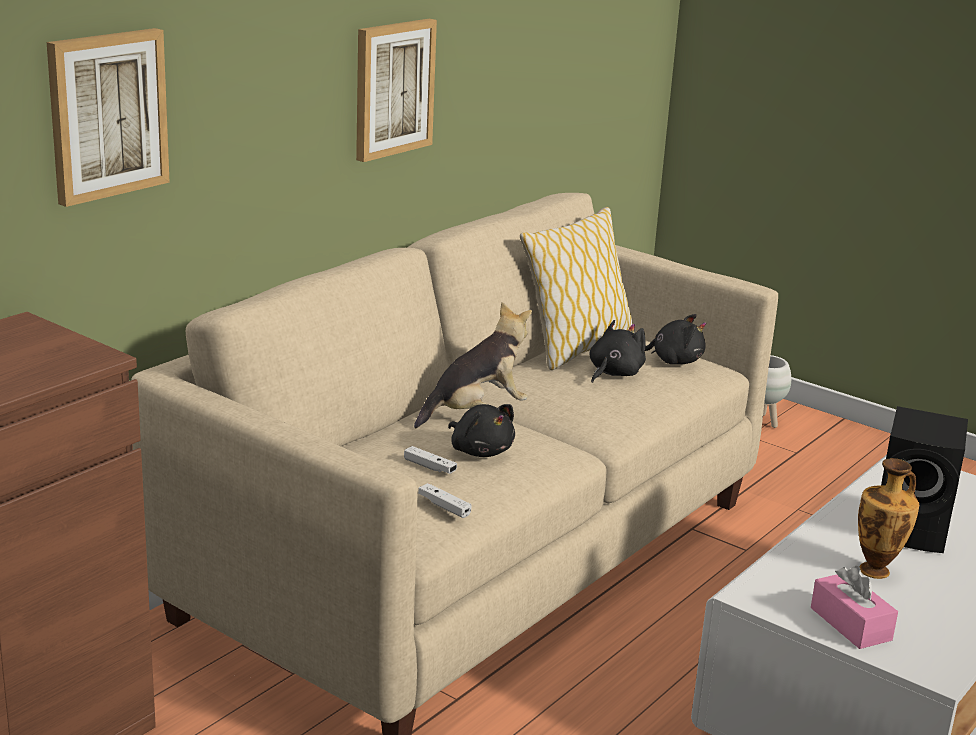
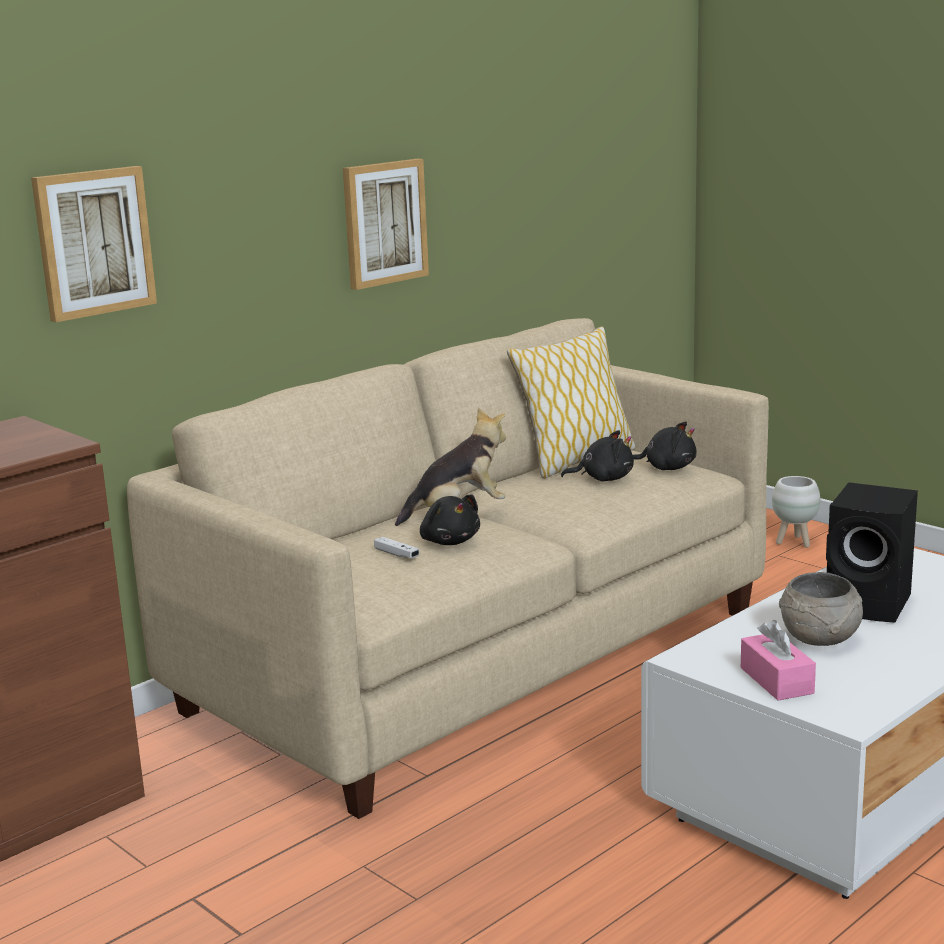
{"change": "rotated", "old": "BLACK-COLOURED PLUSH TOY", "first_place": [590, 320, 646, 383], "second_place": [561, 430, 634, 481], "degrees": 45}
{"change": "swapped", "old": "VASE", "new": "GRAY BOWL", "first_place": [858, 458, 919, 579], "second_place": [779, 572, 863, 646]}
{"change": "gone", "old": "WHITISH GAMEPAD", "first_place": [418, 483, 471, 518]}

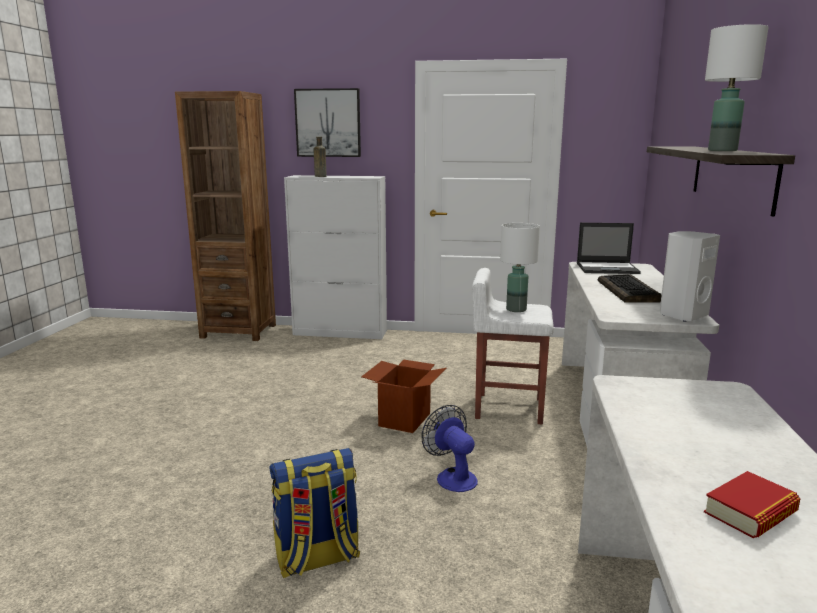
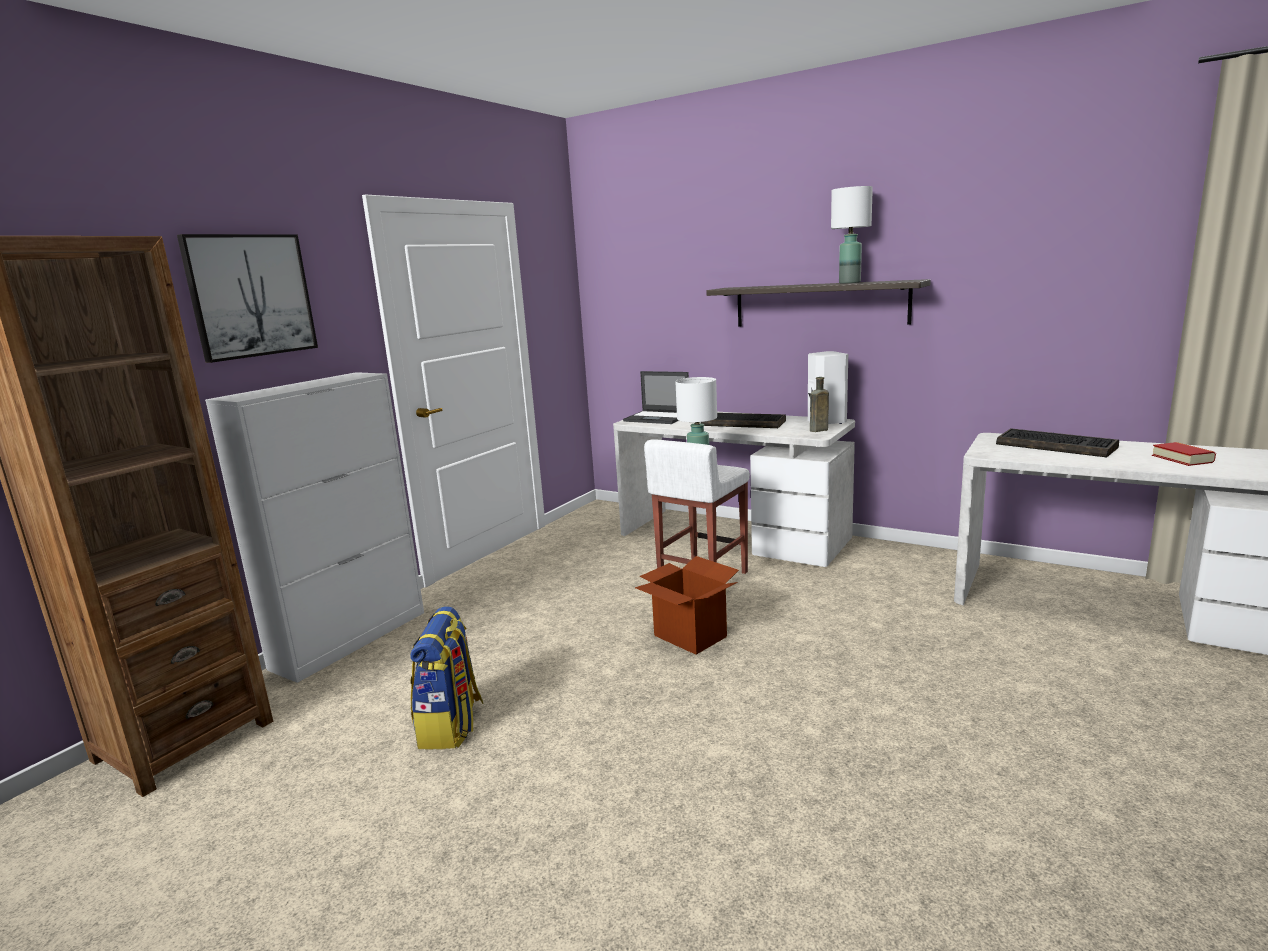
{"change": "shifted", "old": "RUCKSACK", "first_place": [269, 448, 360, 578], "second_place": [410, 606, 484, 749]}
{"change": "rotated", "old": "NOTEBOOK COMPUTER", "first_place": [577, 223, 641, 274], "second_place": [623, 371, 689, 424], "degrees": 90}
{"change": "shifted", "old": "BROWN-COLOURED DRINK BOTTLE", "first_place": [314, 137, 327, 177], "second_place": [810, 377, 829, 432]}
{"change": "new", "new": "PC KEYBOARD", "second_place": [996, 428, 1119, 457]}
{"change": "gone", "old": "COOLING FAN", "first_place": [422, 405, 478, 492]}

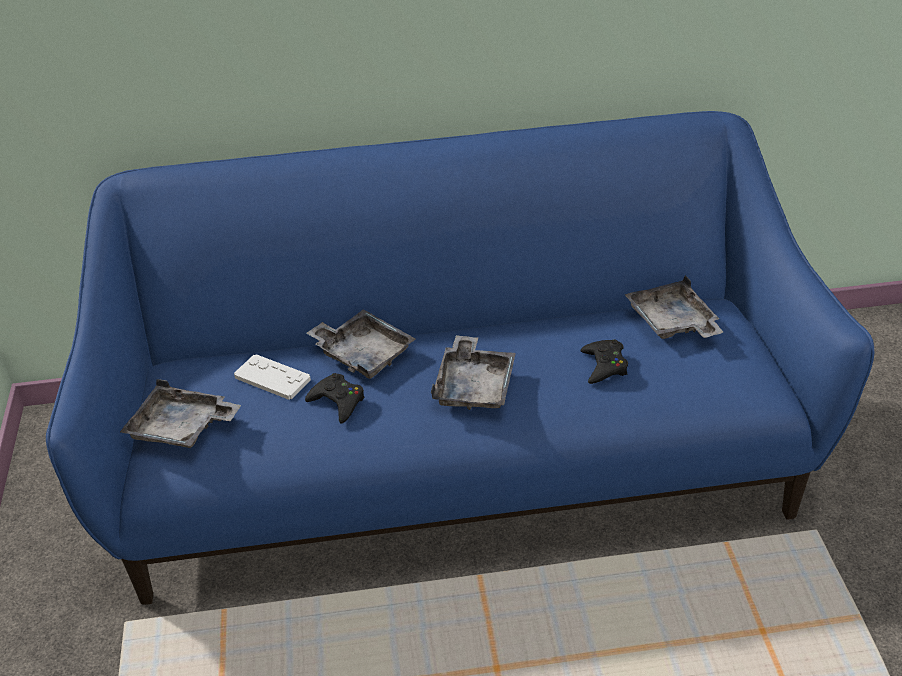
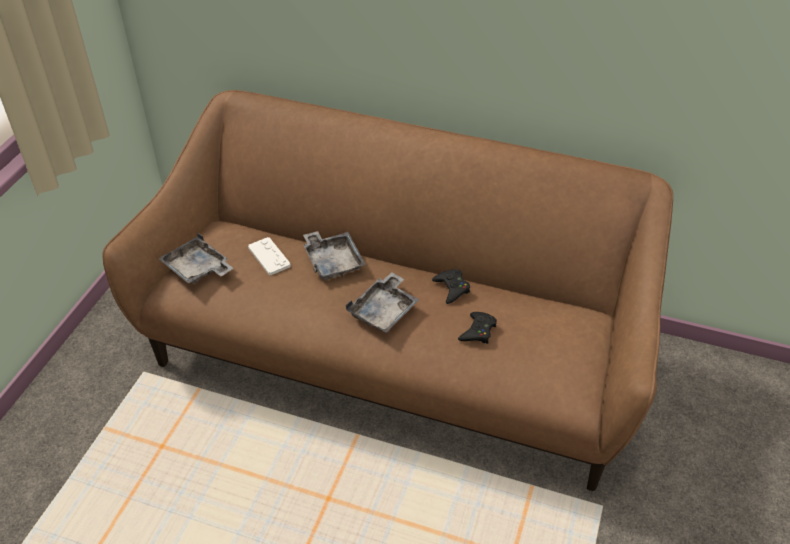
{"change": "repainted", "old": "BLUE-COLOURED COUCH", "new": "BROWN-COLOURED COUCH", "first_place": [46, 111, 874, 605], "second_place": [103, 90, 673, 491]}
{"change": "shifted", "old": "BLACK-COLOURED GAMEPAD", "first_place": [305, 373, 365, 423], "second_place": [432, 269, 470, 304]}
{"change": "gone", "old": "GRAY TRAY", "first_place": [624, 275, 723, 339]}

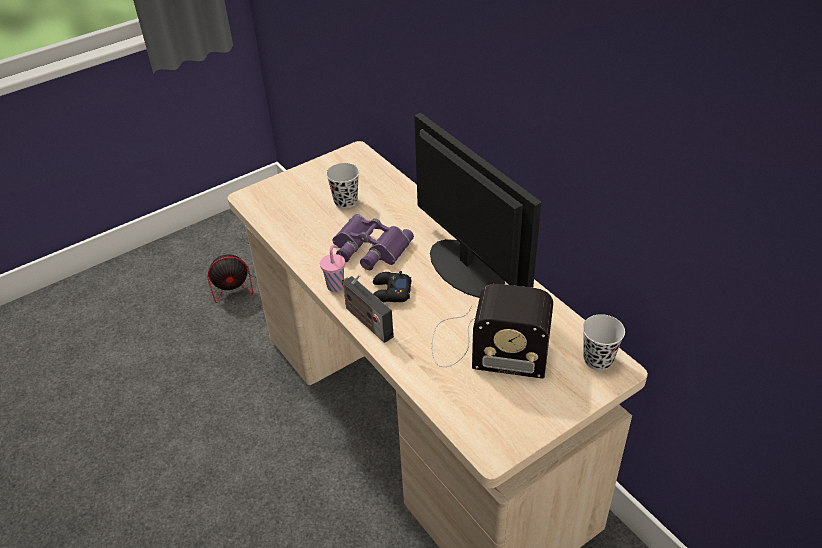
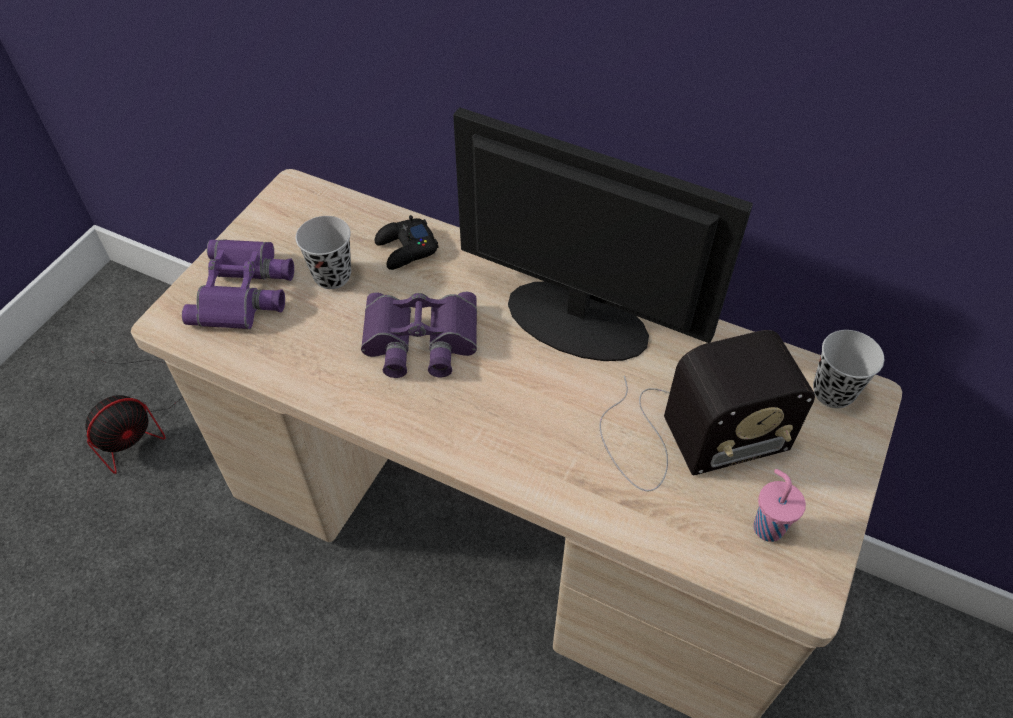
{"change": "new", "new": "PURPLISH PAIR OF BINOCULARS", "second_place": [182, 239, 294, 329]}
{"change": "shifted", "old": "BLACK-COLOURED GAMEPAD", "first_place": [373, 271, 411, 303], "second_place": [375, 215, 439, 270]}
{"change": "shifted", "old": "PINKISH DRINKING CUP", "first_place": [320, 245, 345, 292], "second_place": [753, 469, 806, 542]}
{"change": "gone", "old": "RADIO", "first_place": [342, 274, 394, 343]}

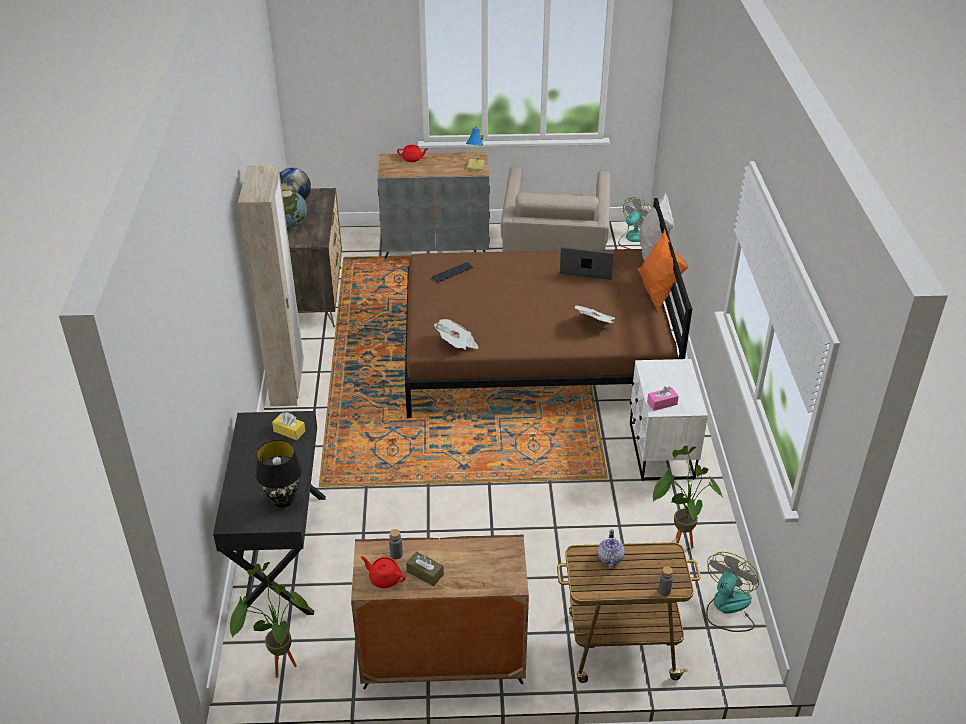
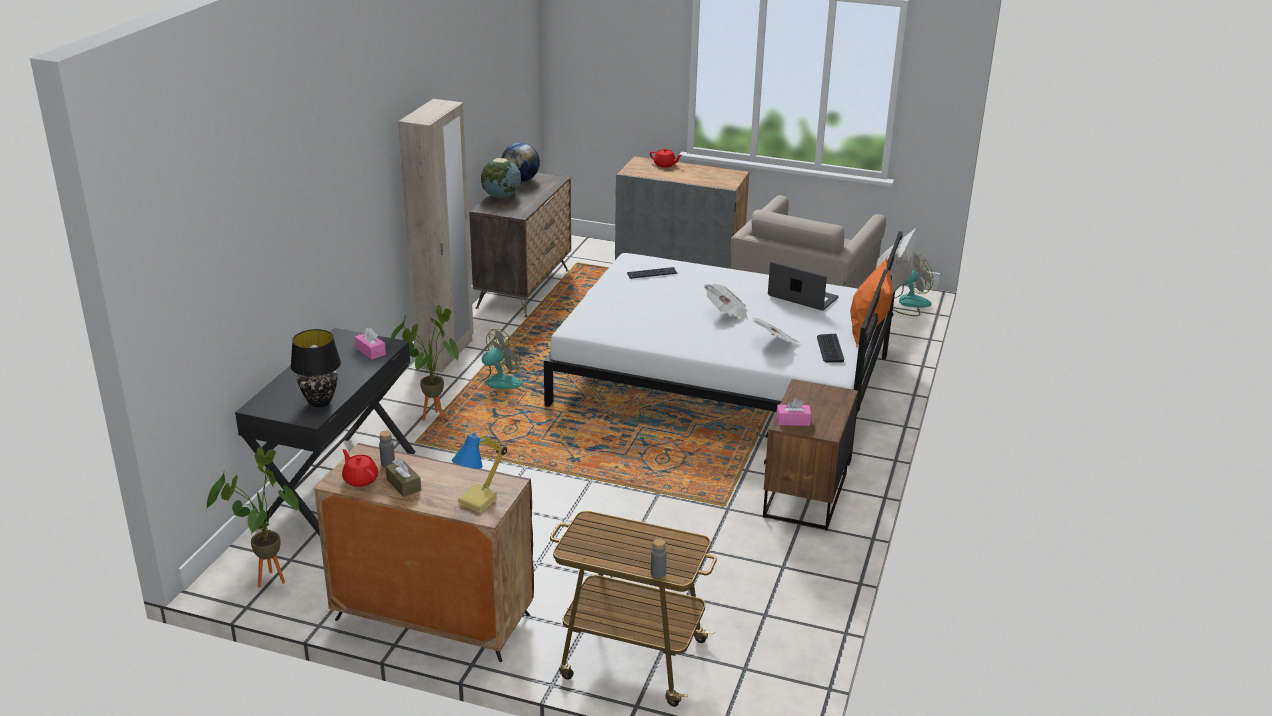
{"change": "repainted", "old": "YELLOW BOX OF TISSUES", "new": "PINKISH BOX OF TISSUES", "first_place": [272, 412, 306, 440], "second_place": [355, 328, 386, 360]}
{"change": "shifted", "old": "POTTED PLANT", "first_place": [653, 445, 723, 548], "second_place": [390, 305, 459, 421]}
{"change": "shifted", "old": "TABLE LAMP", "first_place": [466, 126, 485, 172], "second_place": [452, 432, 507, 512]}
{"change": "shifted", "old": "COOLING FAN", "first_place": [706, 552, 759, 632], "second_place": [479, 329, 523, 394]}
{"change": "repainted", "old": "BROWN-COLOURED BED", "new": "WHITISH BED", "first_place": [405, 198, 692, 418], "second_place": [544, 231, 903, 465]}
{"change": "shifted", "old": "DAILY PAPER", "first_place": [434, 319, 479, 350], "second_place": [704, 284, 748, 320]}
{"change": "repainted", "old": "WHITISH BEDSIDE TABLE", "new": "BROWN-COLOURED BEDSIDE TABLE", "first_place": [630, 359, 708, 481], "second_place": [763, 379, 858, 531]}
{"change": "new", "new": "PC KEYBOARD", "second_place": [817, 334, 844, 363]}
{"change": "gone", "old": "POT FOR TEA", "first_place": [598, 529, 625, 569]}

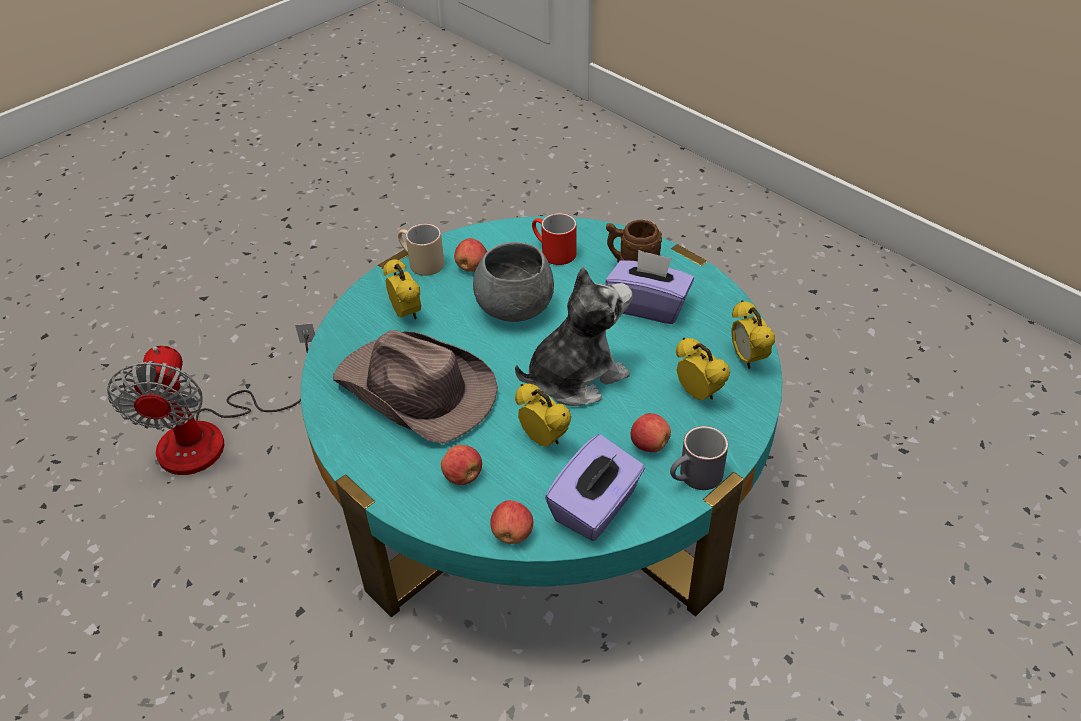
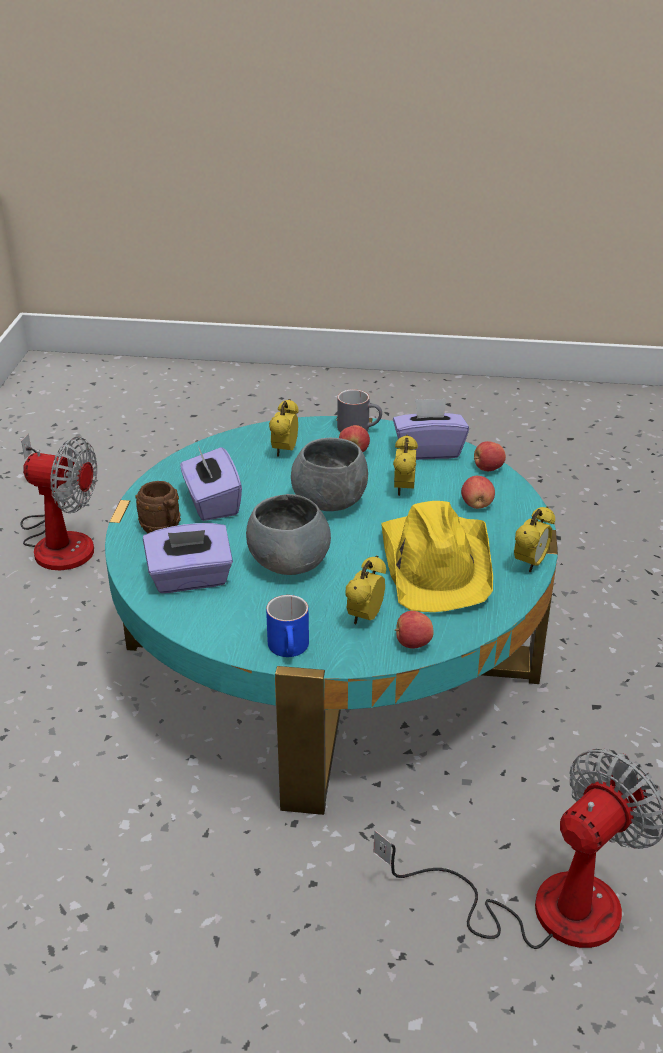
{"change": "new", "new": "COOLING FAN", "second_place": [21, 434, 97, 570]}
{"change": "swapped", "old": "RED MUG", "new": "PURPLISH BOX OF TISSUES", "first_place": [532, 213, 577, 265], "second_place": [143, 523, 233, 593]}
{"change": "repainted", "old": "BEIGE-COLOURED MUG", "new": "BLUE-COLOURED MUG", "first_place": [398, 223, 444, 276], "second_place": [266, 595, 309, 657]}
{"change": "swapped", "old": "PLUSH TOY", "new": "GRAY BOWL", "first_place": [515, 267, 632, 406], "second_place": [291, 438, 368, 511]}
{"change": "repainted", "old": "BROWN-COLOURED HAT", "new": "YELLOW HAT", "first_place": [333, 330, 498, 444], "second_place": [381, 501, 493, 612]}
{"change": "shifted", "old": "WHOLE APPLE", "first_place": [454, 238, 487, 272], "second_place": [395, 611, 434, 649]}
{"change": "shifted", "old": "TABLE CLOCK", "first_place": [731, 300, 775, 369], "second_place": [514, 506, 555, 572]}

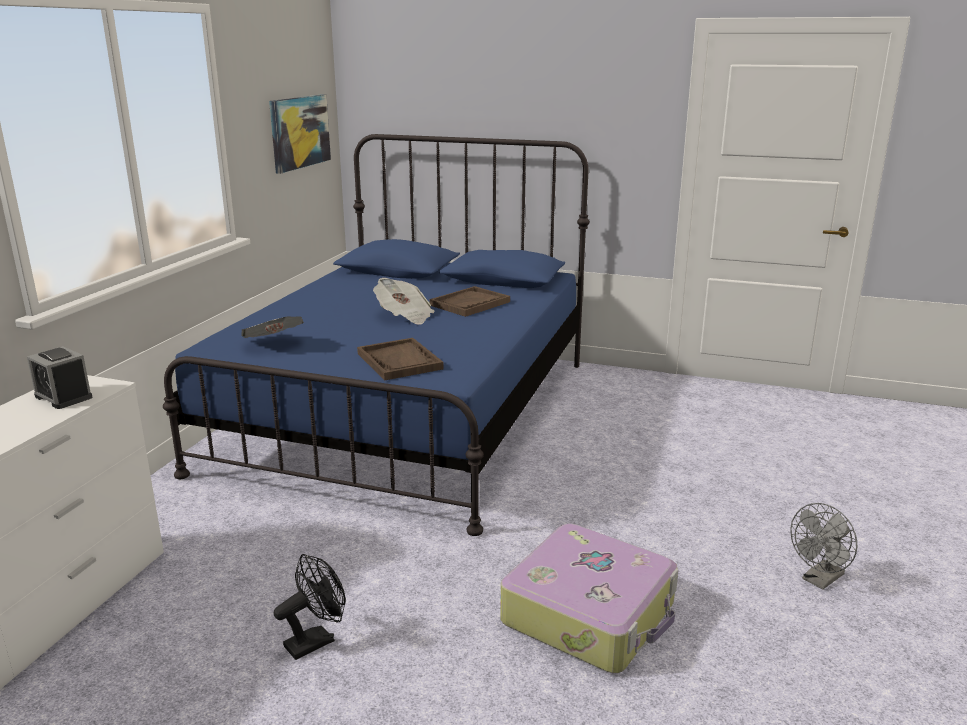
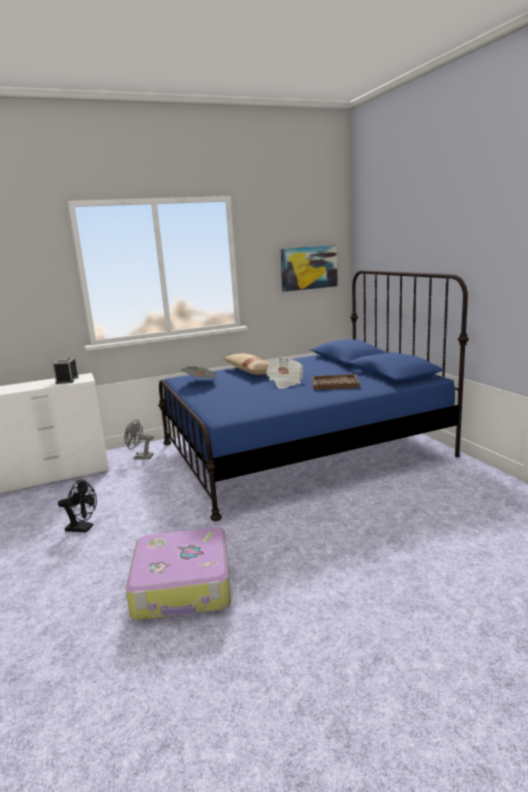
{"change": "shifted", "old": "GRAY COOLING FAN", "first_place": [790, 503, 857, 590], "second_place": [124, 419, 154, 459]}
{"change": "new", "new": "BEIGE-COLOURED THROW PILLOW", "second_place": [222, 353, 269, 375]}
{"change": "gone", "old": "BROWN-COLOURED TRAY", "first_place": [357, 338, 444, 380]}

